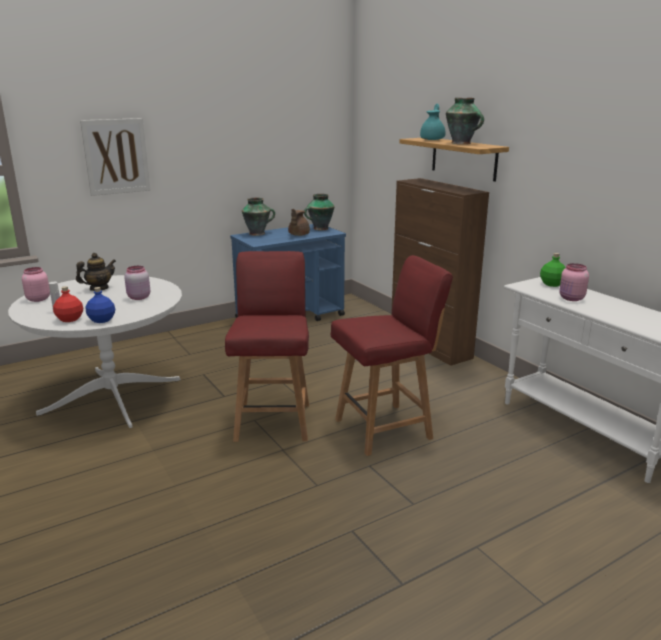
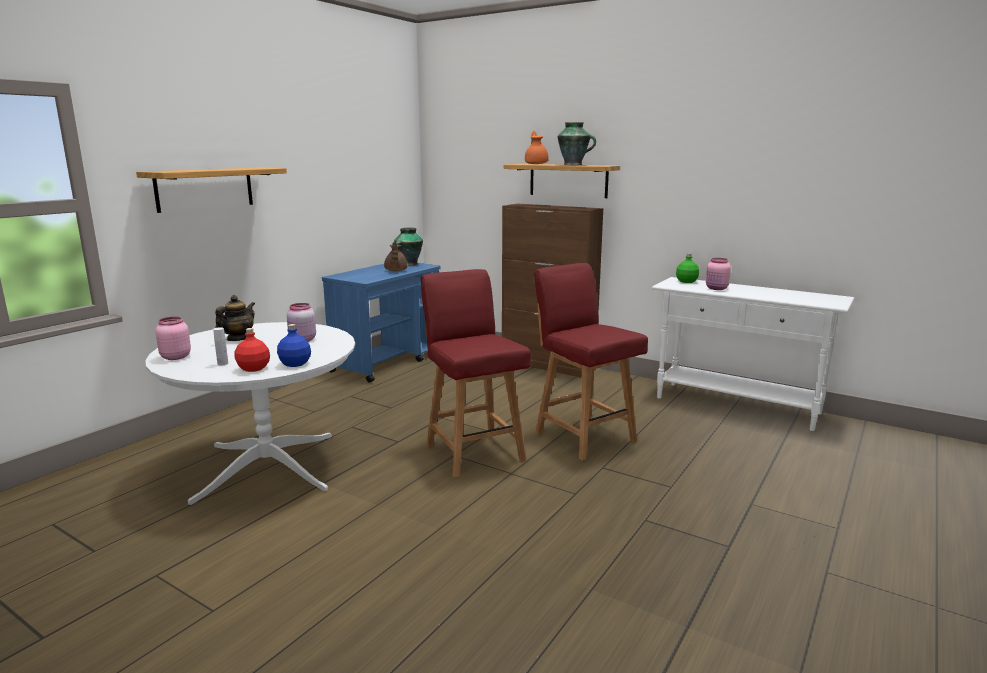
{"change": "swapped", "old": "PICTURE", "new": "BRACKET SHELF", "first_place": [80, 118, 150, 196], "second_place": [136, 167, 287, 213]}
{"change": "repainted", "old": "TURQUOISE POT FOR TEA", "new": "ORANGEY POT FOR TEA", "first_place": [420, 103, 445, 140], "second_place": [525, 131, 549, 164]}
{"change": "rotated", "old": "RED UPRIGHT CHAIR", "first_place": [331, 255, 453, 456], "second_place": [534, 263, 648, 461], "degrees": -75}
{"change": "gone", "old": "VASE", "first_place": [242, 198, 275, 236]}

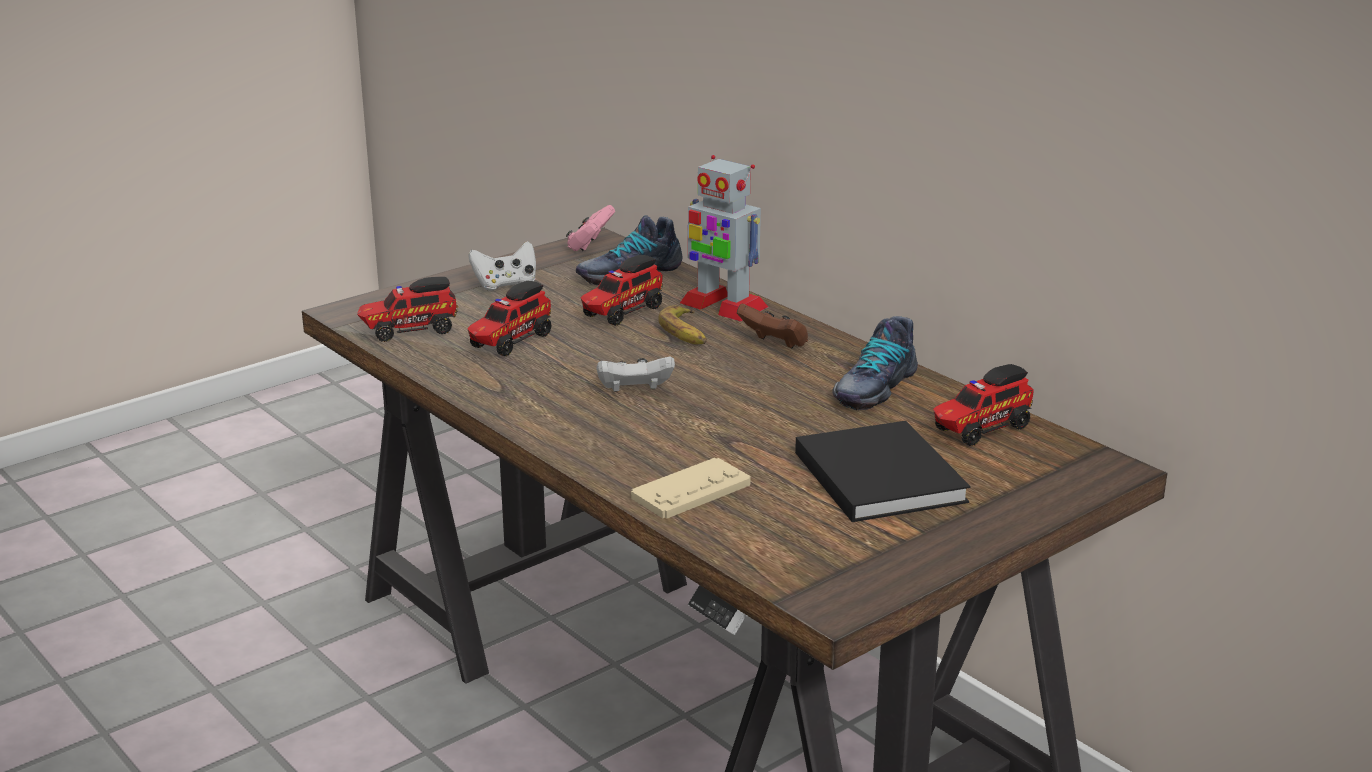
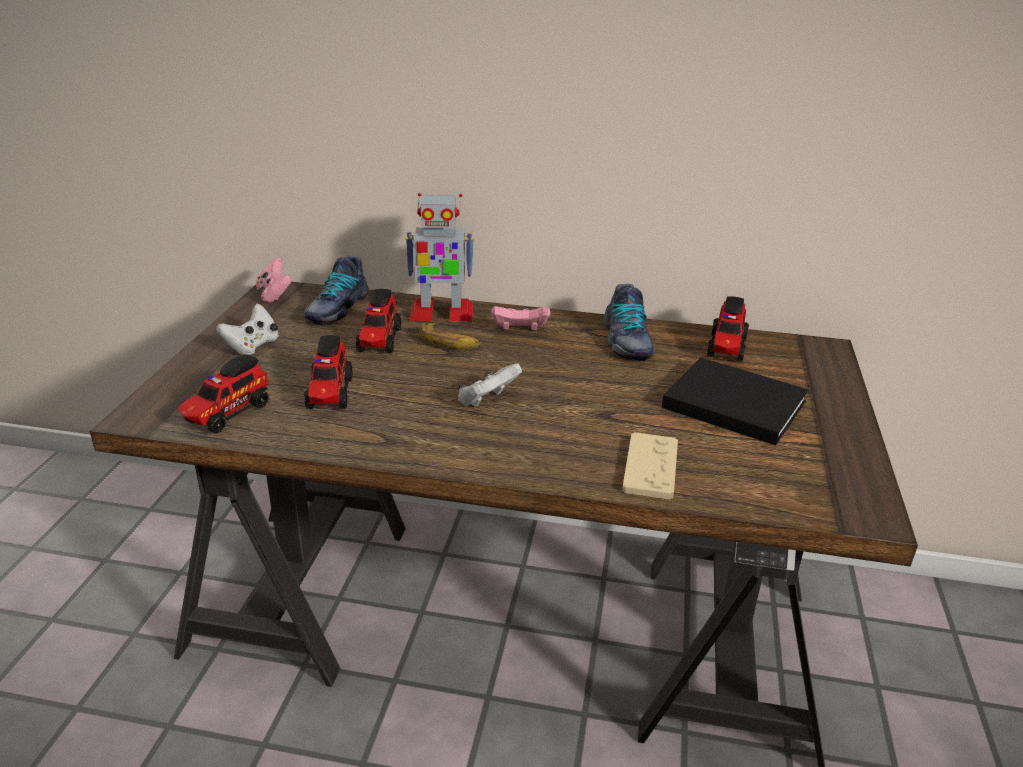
{"change": "repainted", "old": "BROWN-COLOURED GAMEPAD", "new": "PINKISH GAMEPAD", "first_place": [737, 303, 808, 348], "second_place": [491, 306, 550, 330]}

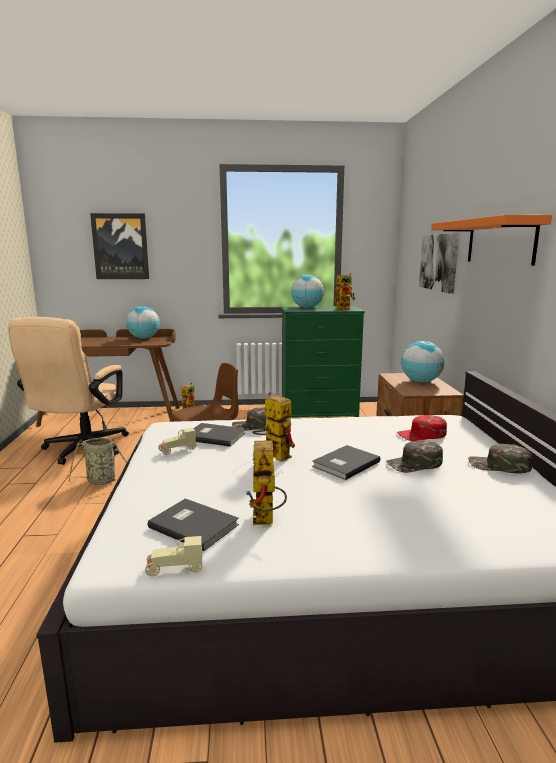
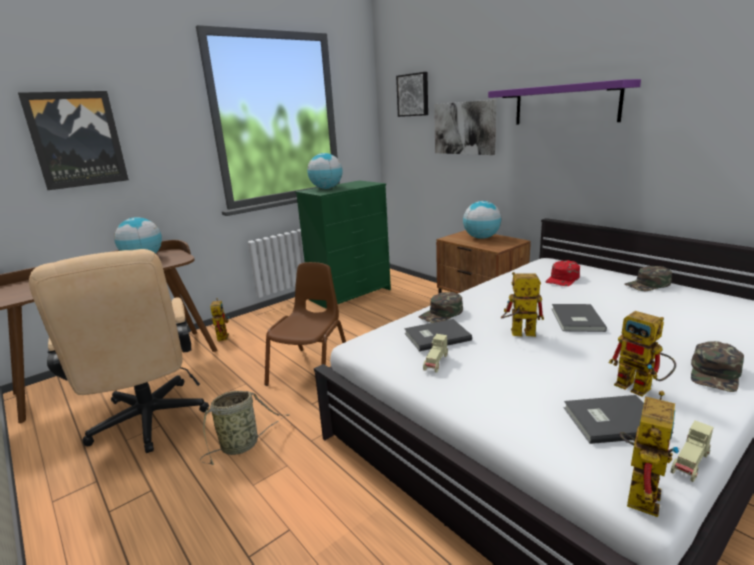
{"change": "new", "new": "PICTURE", "second_place": [396, 72, 428, 117]}
{"change": "repainted", "old": "ORANGEY BRACKET SHELF", "new": "PURPLISH BRACKET SHELF", "first_place": [431, 215, 552, 266], "second_place": [488, 79, 641, 125]}
{"change": "shifted", "old": "MODEL ROBOT", "first_place": [334, 273, 355, 311], "second_place": [620, 391, 679, 517]}
{"change": "shifted", "old": "GREEN BASEBALL CAP", "first_place": [386, 440, 443, 473], "second_place": [691, 341, 744, 392]}

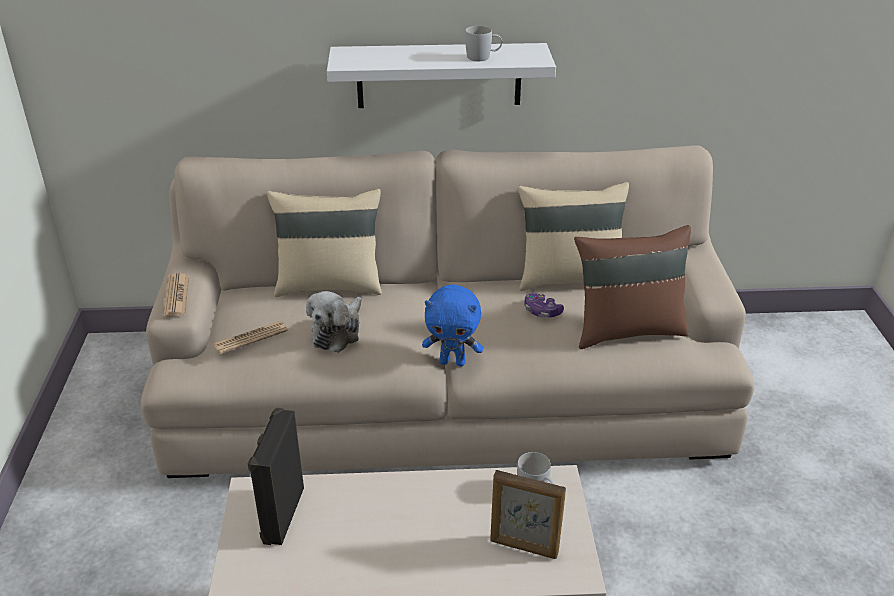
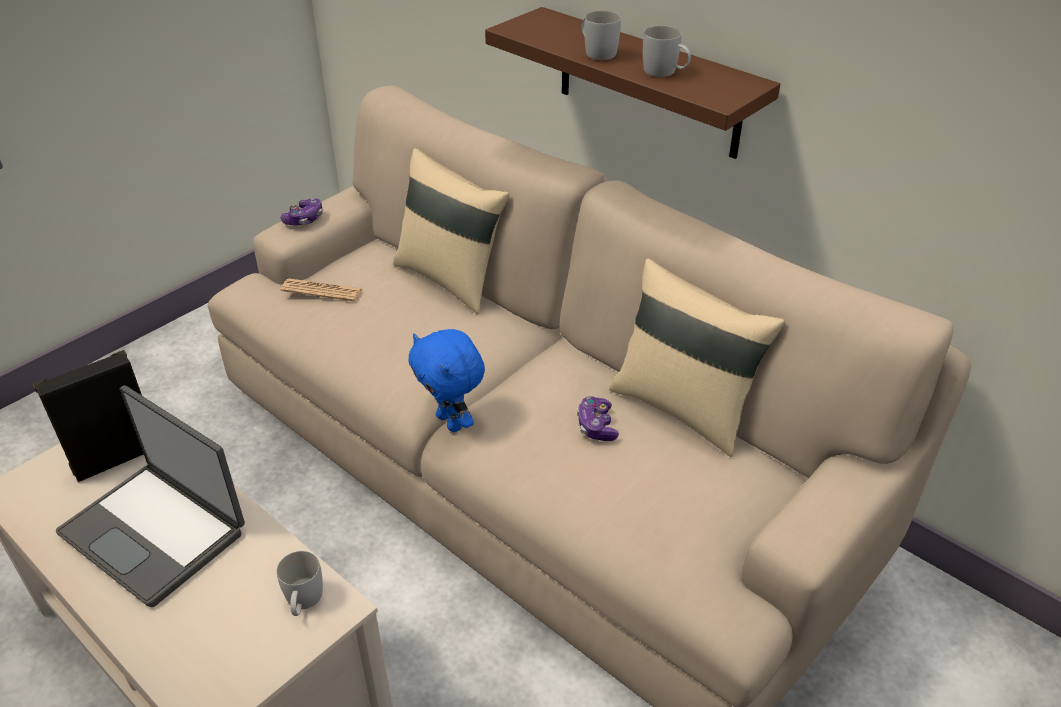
{"change": "new", "new": "NOTEBOOK COMPUTER", "second_place": [56, 385, 245, 607]}
{"change": "swapped", "old": "DAILY PAPER", "new": "GAMEPAD", "first_place": [163, 273, 189, 317], "second_place": [280, 198, 322, 225]}
{"change": "repainted", "old": "WHITISH BRACKET SHELF", "new": "BROWN-COLOURED BRACKET SHELF", "first_place": [327, 43, 556, 108], "second_place": [485, 7, 780, 159]}
{"change": "new", "new": "WHITISH MUG", "second_place": [582, 11, 621, 60]}
{"change": "gone", "old": "PLUSH TOY", "first_place": [306, 291, 362, 353]}
{"change": "gone", "old": "PHOTO FRAME", "first_place": [490, 470, 566, 559]}
{"change": "gone", "old": "BROWN-COLOURED THROW PILLOW", "first_place": [574, 225, 691, 349]}

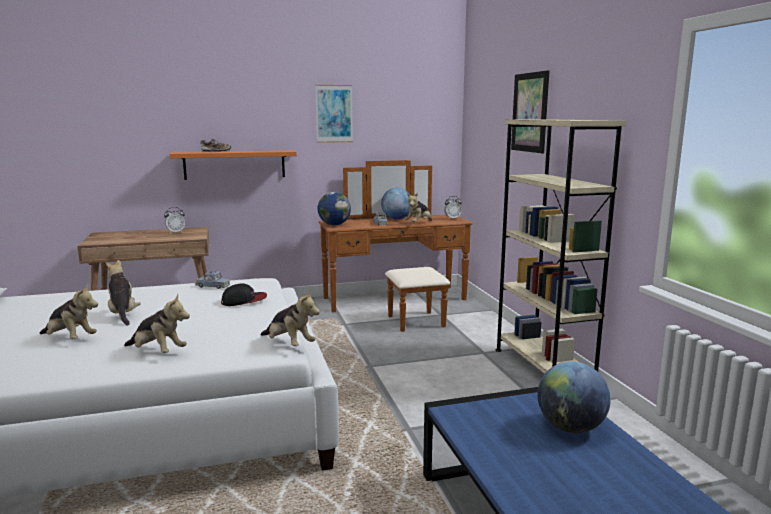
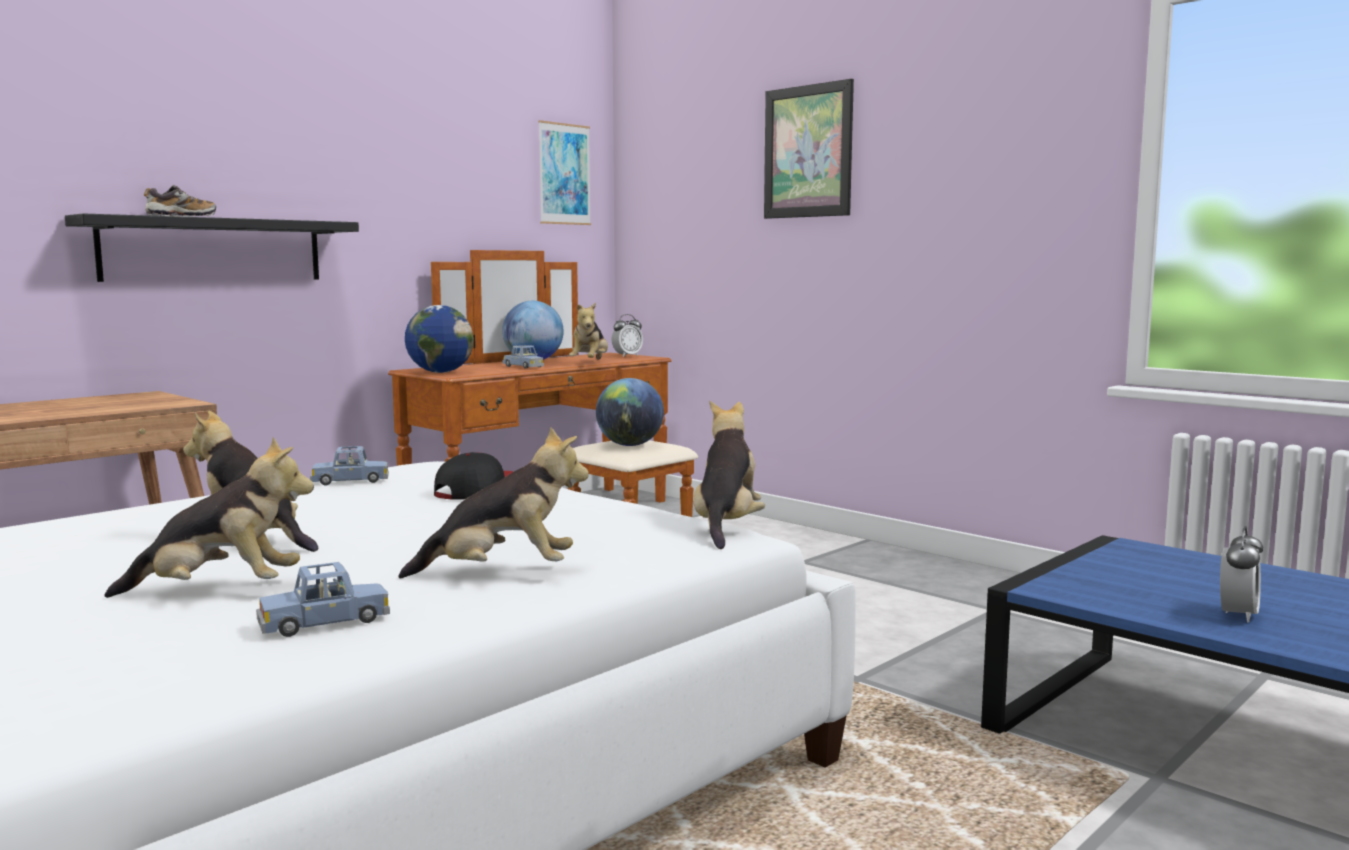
{"change": "repainted", "old": "ORANGEY BRACKET SHELF", "new": "BLACK-COLOURED BRACKET SHELF", "first_place": [169, 150, 297, 180], "second_place": [65, 213, 359, 282]}
{"change": "new", "new": "BLUE-COLOURED MODEL CAR", "second_place": [256, 562, 390, 637]}
{"change": "shifted", "old": "PICTURE", "first_place": [315, 85, 353, 143], "second_place": [538, 120, 591, 225]}
{"change": "shifted", "old": "GLOBE", "first_place": [537, 362, 611, 433], "second_place": [596, 378, 664, 446]}
{"change": "rotated", "old": "PLUSH TOY", "first_place": [261, 290, 320, 346], "second_place": [693, 401, 765, 549], "degrees": -90}
{"change": "shifted", "old": "TABLE CLOCK", "first_place": [164, 207, 185, 234], "second_place": [1220, 526, 1263, 622]}
{"change": "gone", "old": "BEIGE-COLOURED BOOKCASE", "first_place": [496, 120, 626, 374]}

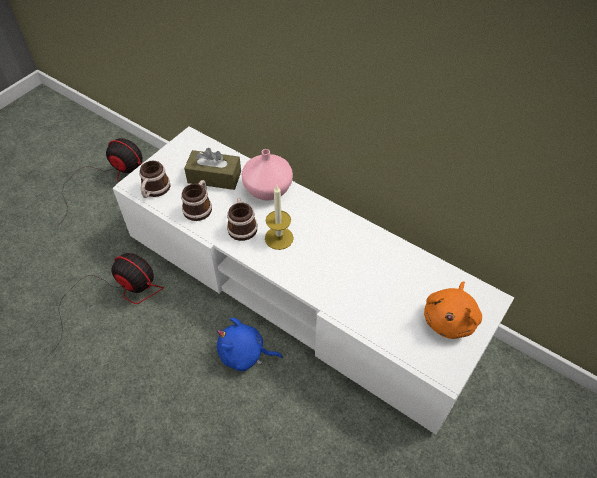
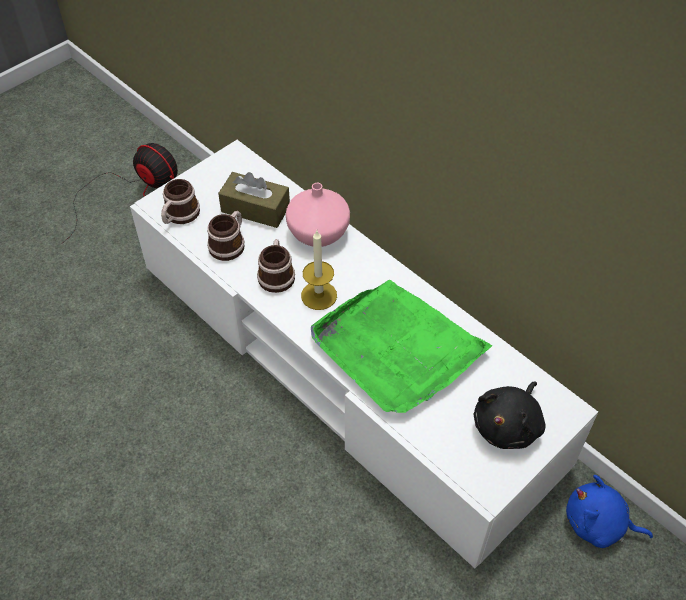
{"change": "new", "new": "GREEN TRAY", "second_place": [311, 280, 492, 413]}
{"change": "repainted", "old": "ORANGEY PLUSH TOY", "new": "BLACK-COLOURED PLUSH TOY", "first_place": [424, 281, 482, 339], "second_place": [473, 381, 546, 449]}
{"change": "shifted", "old": "BLUE-COLOURED PLUSH TOY", "first_place": [217, 318, 283, 371], "second_place": [566, 475, 653, 548]}
{"change": "gone", "old": "COOLING FAN", "first_place": [48, 253, 164, 356]}

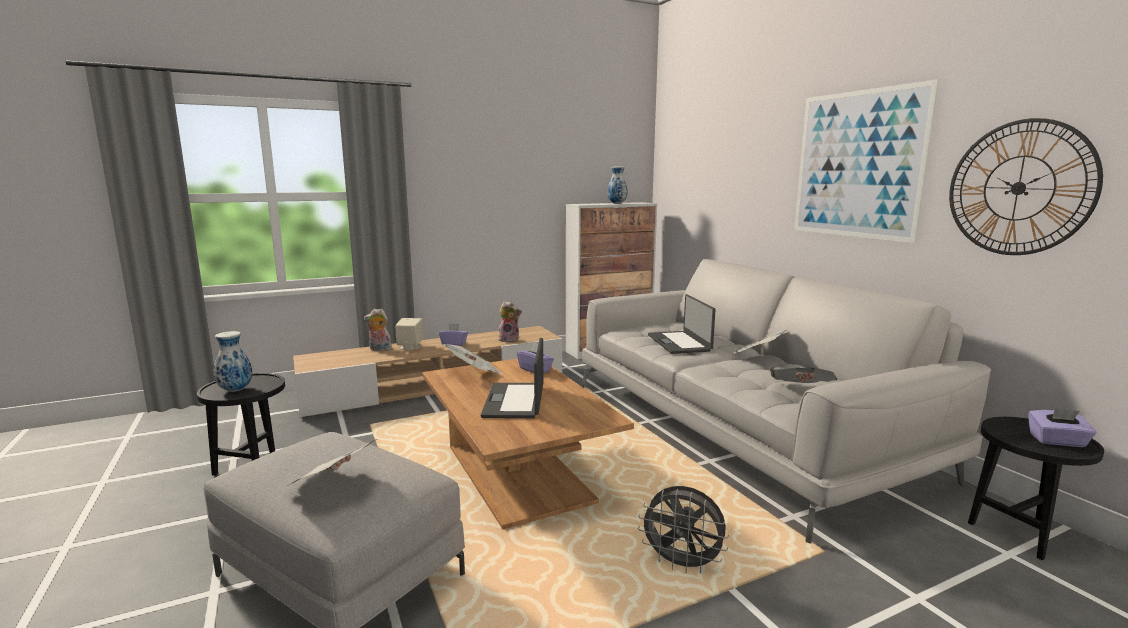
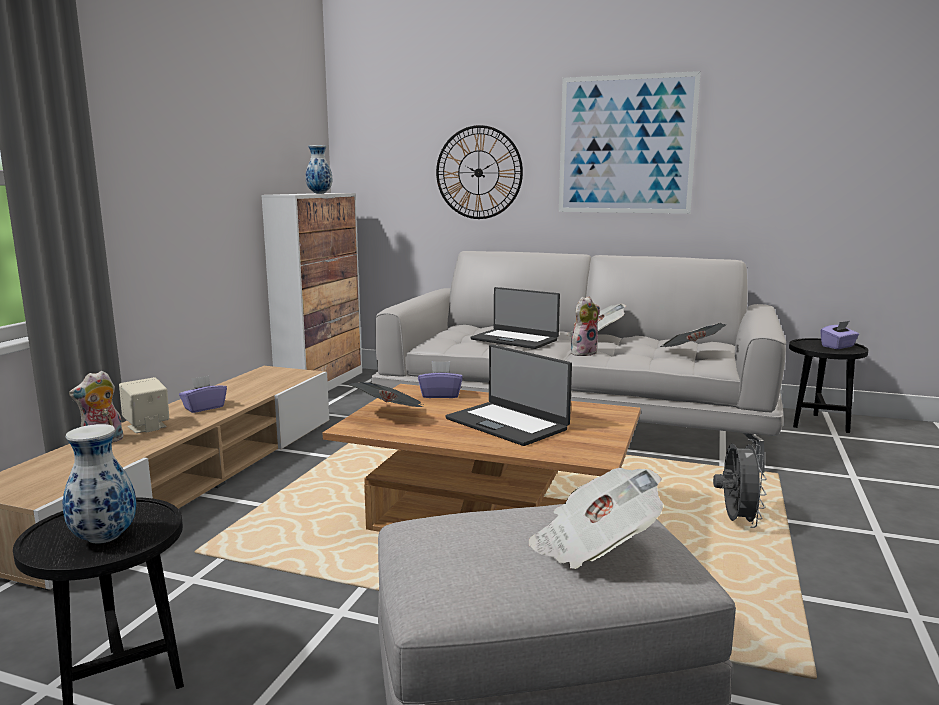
{"change": "shifted", "old": "WALL CLOCK", "first_place": [949, 118, 1103, 255], "second_place": [436, 125, 523, 219]}
{"change": "shifted", "old": "PLUSH TOY", "first_place": [499, 301, 522, 343], "second_place": [571, 296, 600, 356]}
{"change": "rotated", "old": "GRAY COOLING FAN", "first_place": [638, 486, 729, 573], "second_place": [713, 439, 767, 528], "degrees": -60}

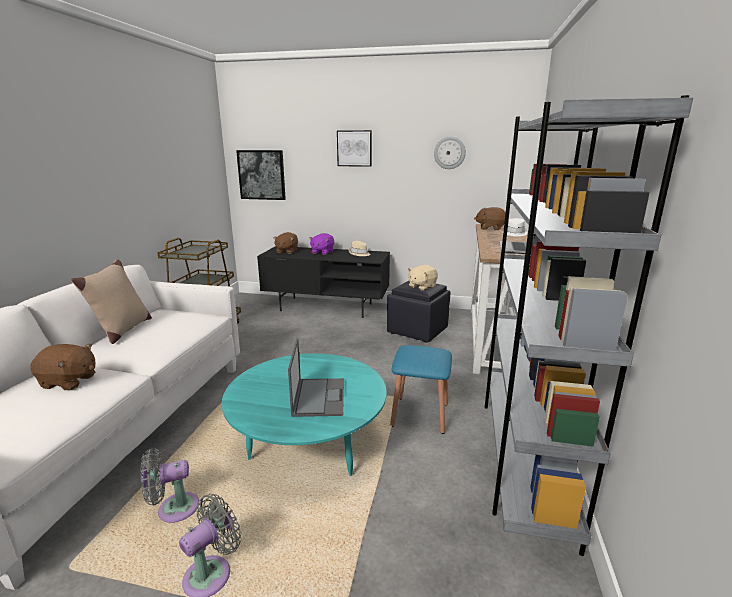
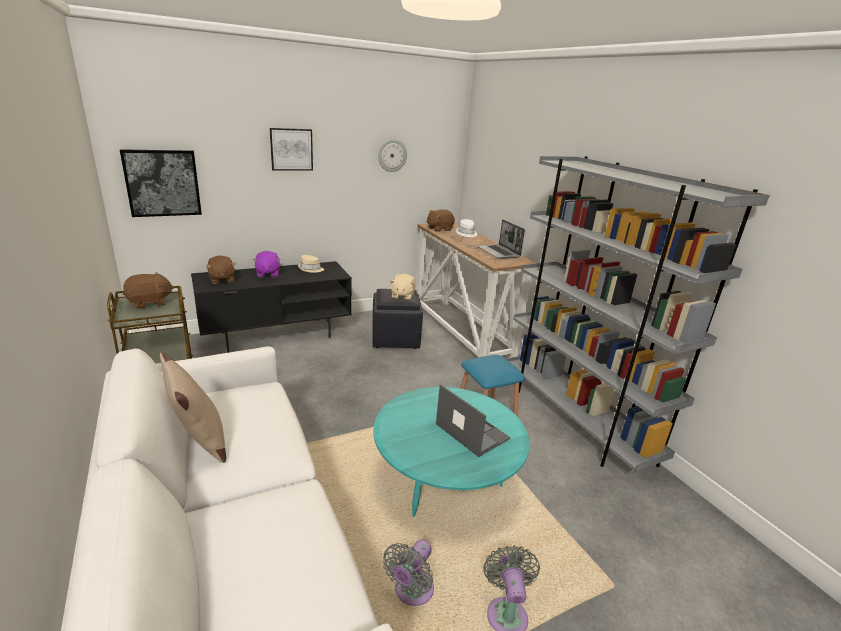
{"change": "shifted", "old": "BROWN-COLOURED PLUSH TOY", "first_place": [30, 344, 96, 390], "second_place": [123, 272, 174, 309]}

